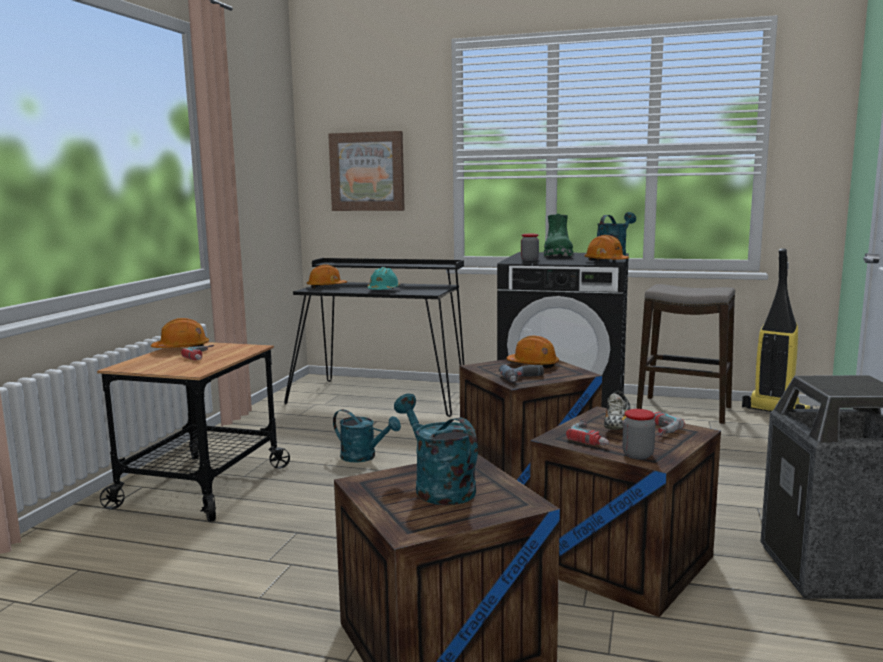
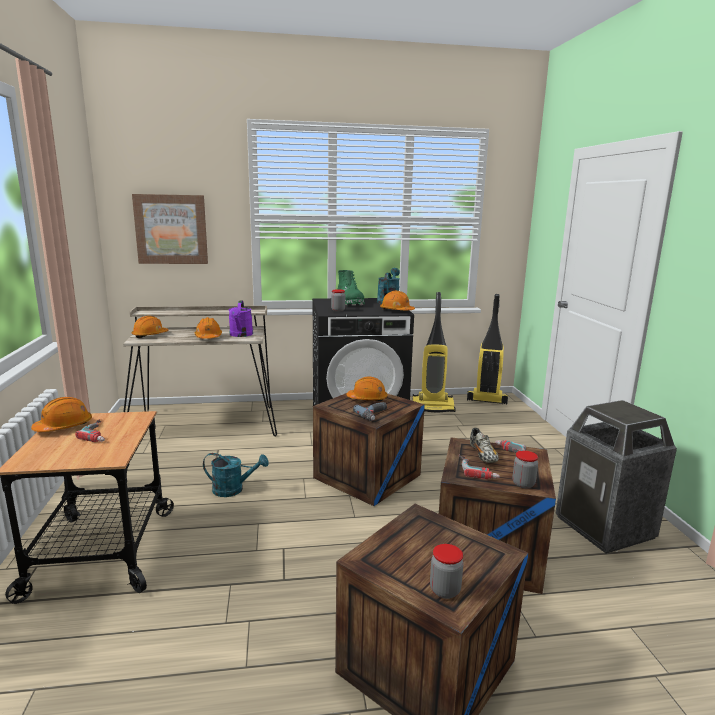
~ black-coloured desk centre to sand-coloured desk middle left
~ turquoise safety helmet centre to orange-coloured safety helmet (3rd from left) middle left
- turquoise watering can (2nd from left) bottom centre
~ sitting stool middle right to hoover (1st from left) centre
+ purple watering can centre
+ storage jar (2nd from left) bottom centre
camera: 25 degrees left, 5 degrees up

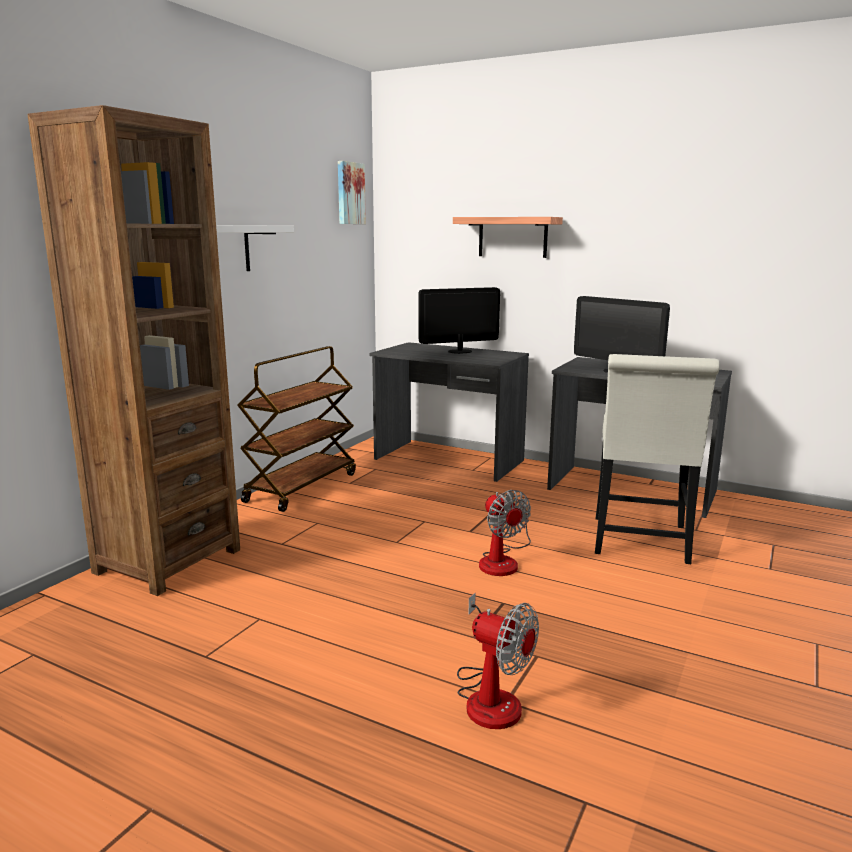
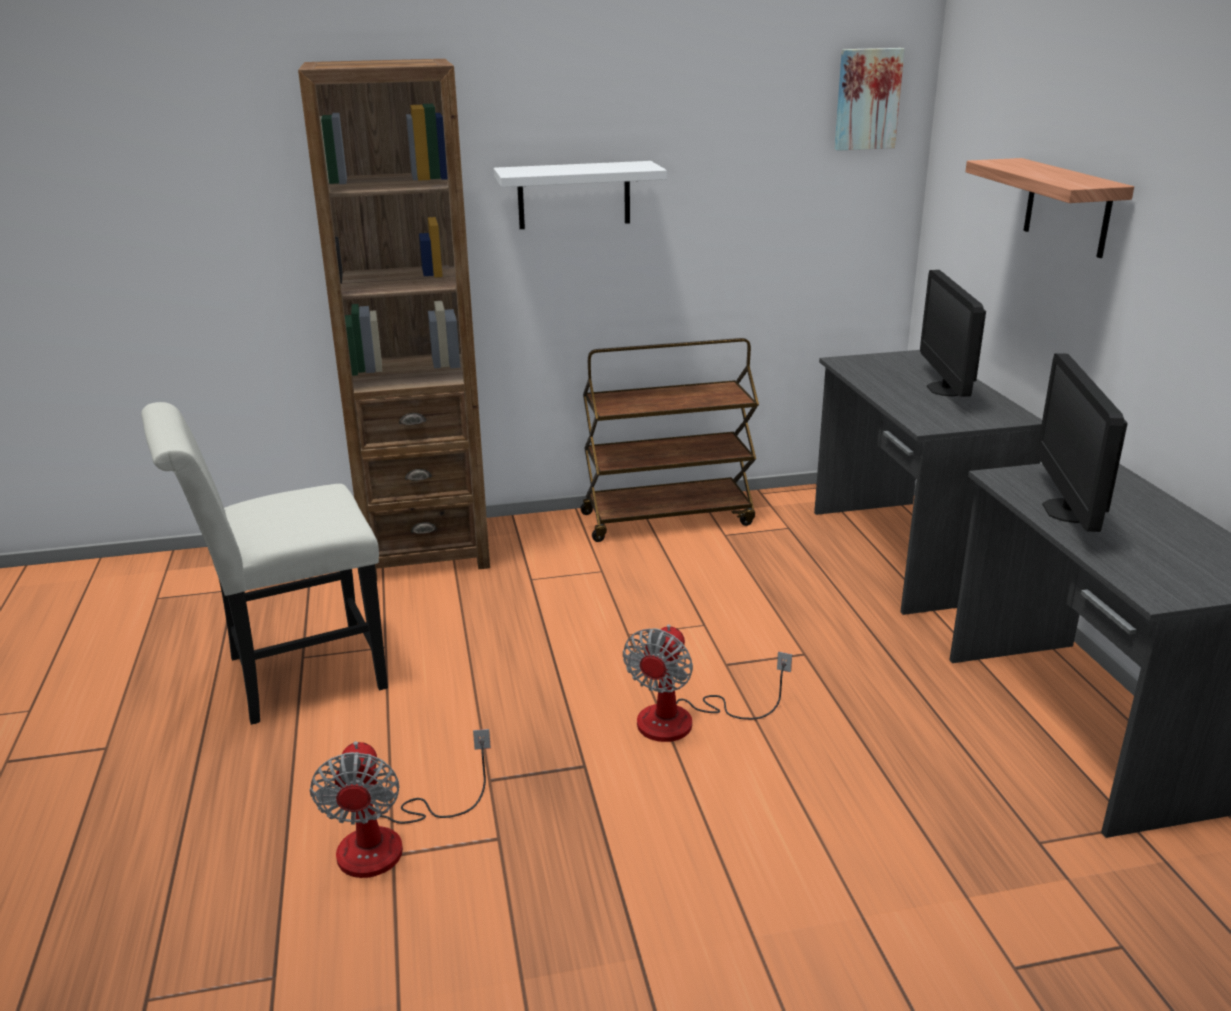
~ computer display (1st from left) centre = top right 120 degrees counterclockwise
~ white upright chair middle right to middle left
camera: 50 degrees right, 10 degrees up

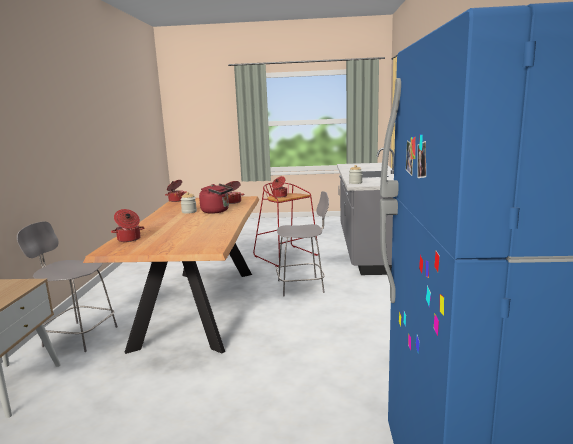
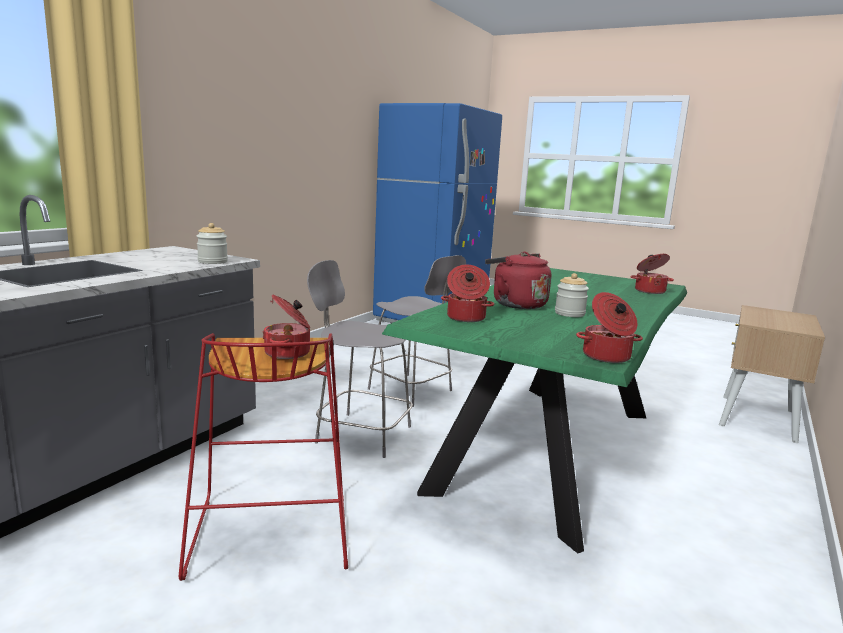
~ grey upright chair (1st from left in the first image) middle left to grey upright chair (2nd from left) centre
~ brownish dining table middle left to green-coloured dining table centre
camera: 155 degrees left, 0 degrees up

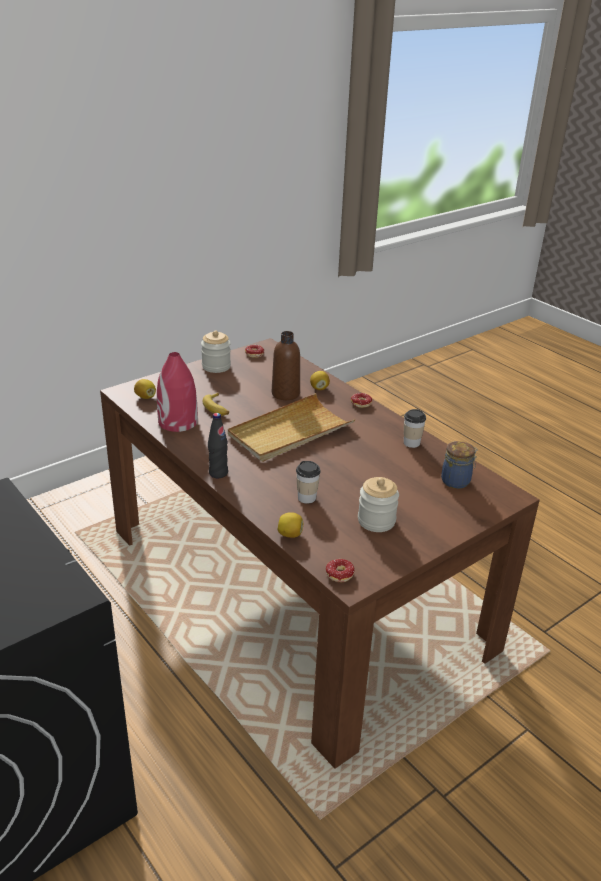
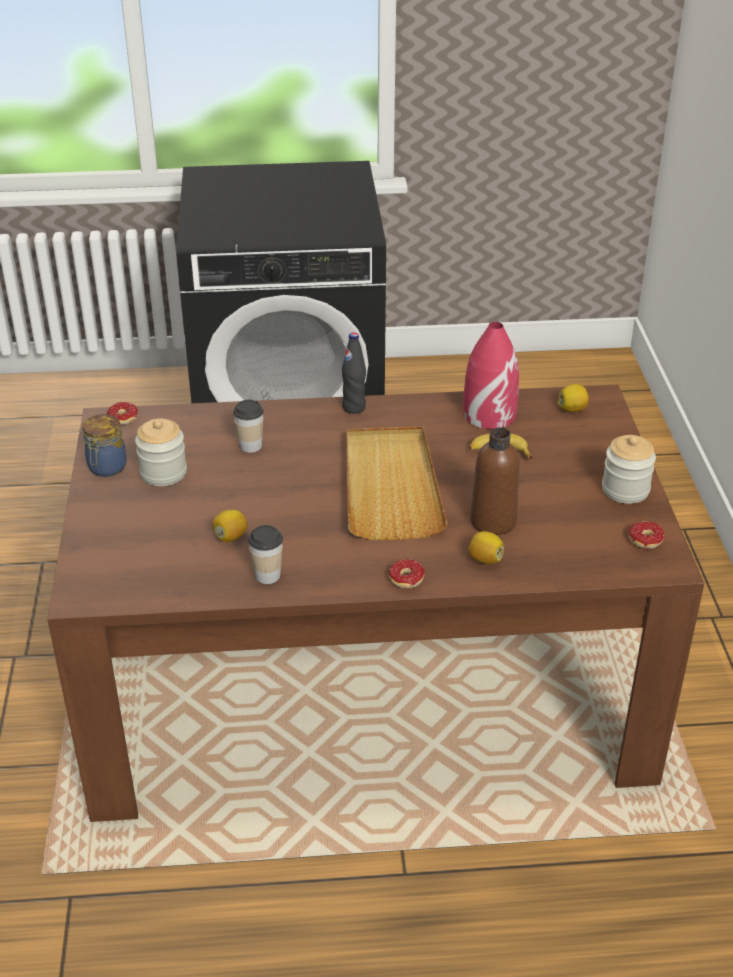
~ whole lemon (2nd from left in the first image) centre to whole lemon (1st from left) middle left
~ storage jar (3rd from left in the first image) middle right to storage jar (1st from left) middle left
camera: 125 degrees right, 5 degrees up

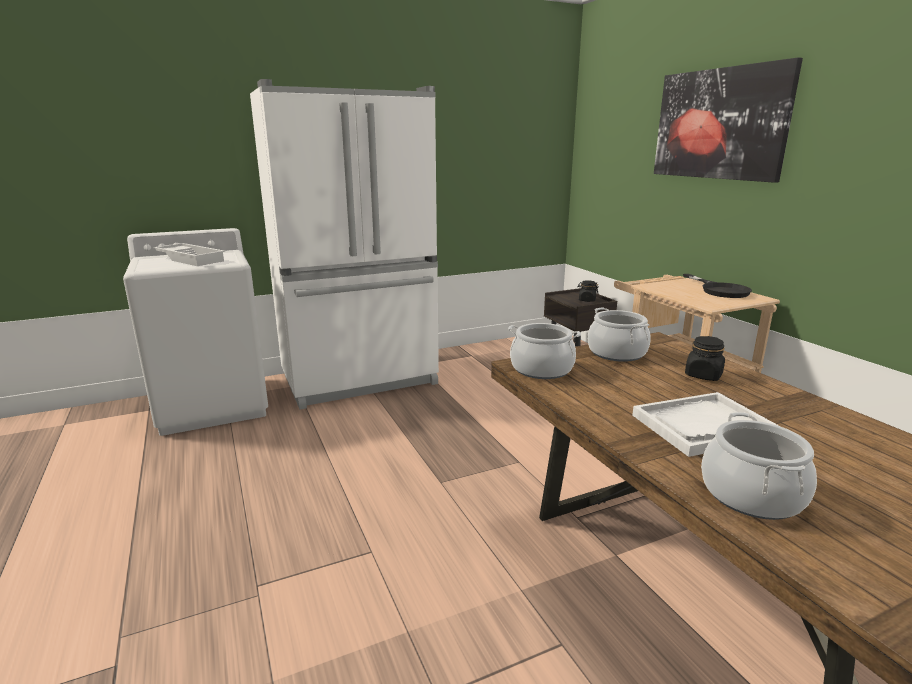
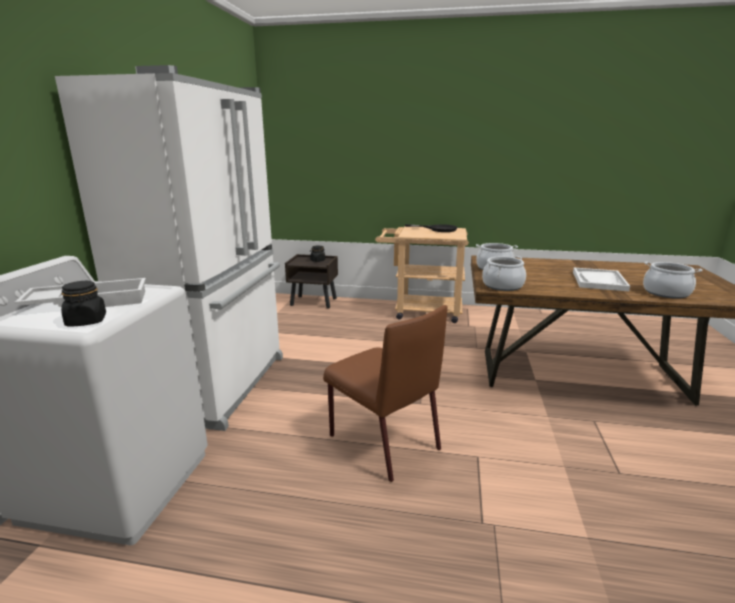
- wall art top right
~ black-coloured storage jar (2nd from left in the first image) middle right to black-coloured storage jar (1st from left) middle left
+ brownish upright chair centre
camera: 55 degrees left, 0 degrees up

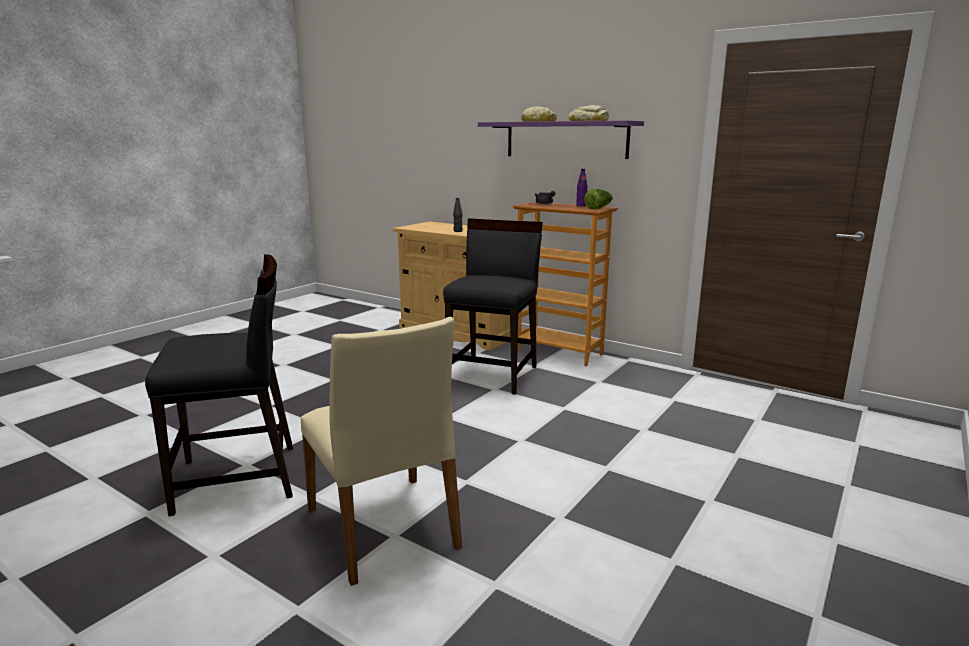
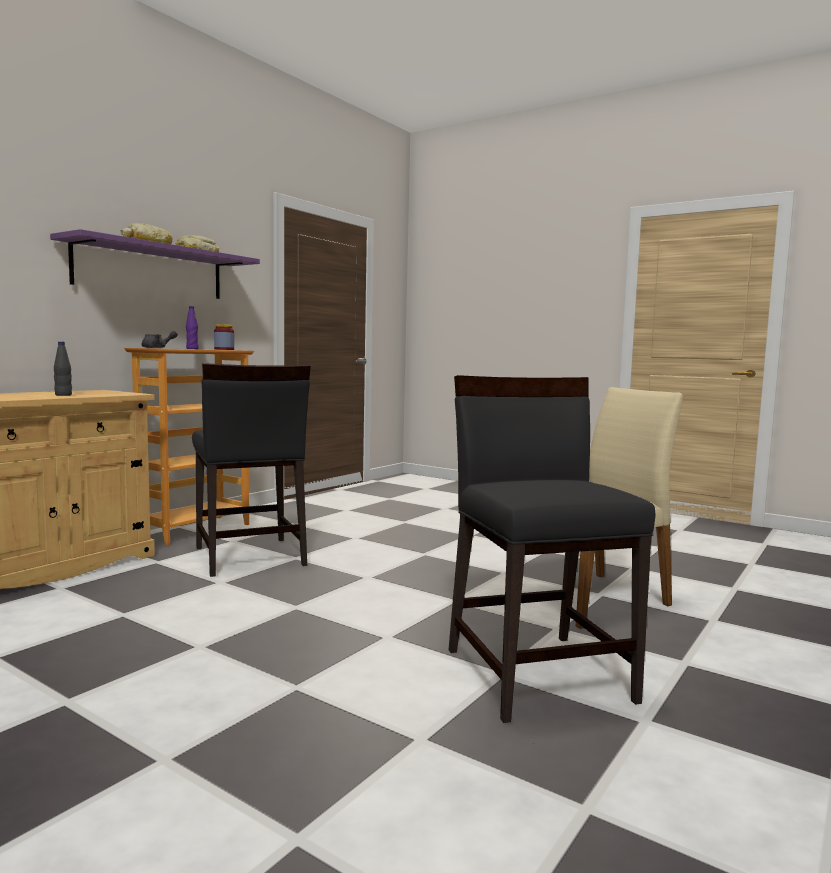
~ black-coloured upright chair (2nd from left in the first image) centre = middle left 135 degrees counterclockwise
~ lettuce top centre to storage jar middle left
camera: 90 degrees left, 10 degrees down

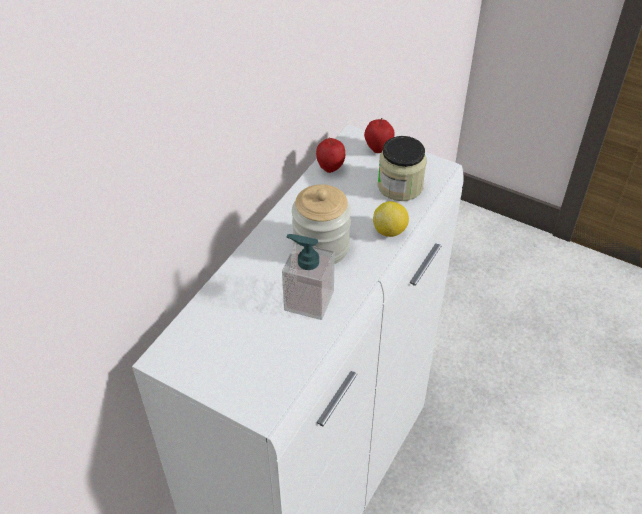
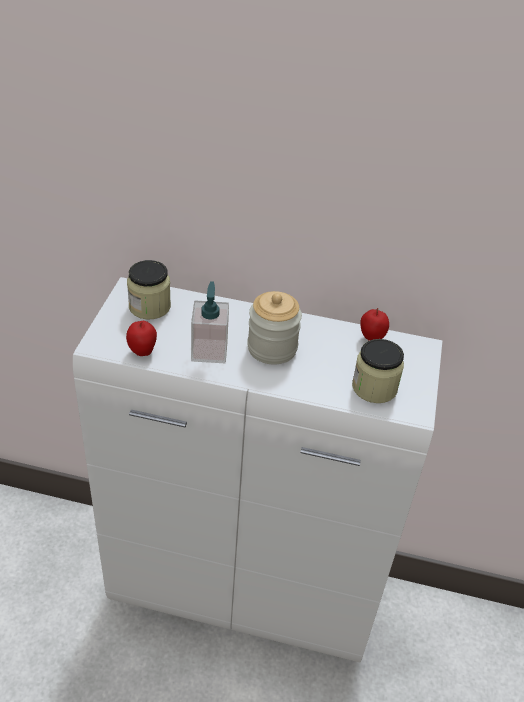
~ whole apple (2nd from left in the first image) top centre to whole apple (1st from left) middle left
- whole lemon centre
+ storage jar (1st from left) middle left
camera: 70 degrees right, 5 degrees down

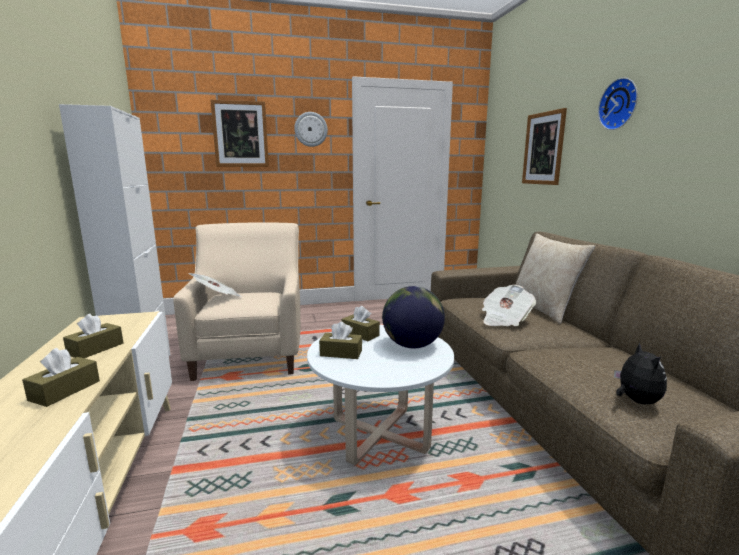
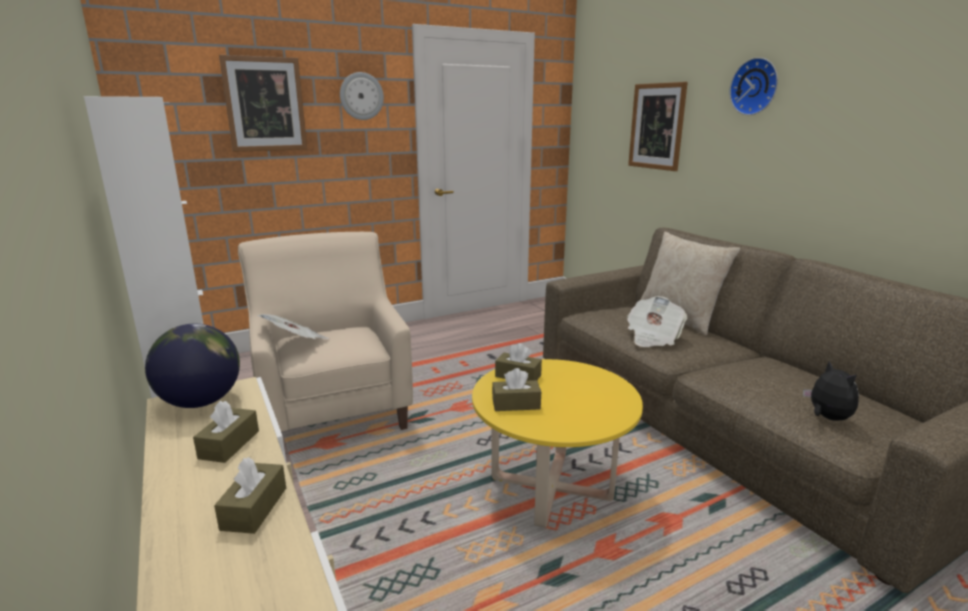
~ white low table bottom centre to yellowish low table bottom centre
~ desk globe centre to middle left
camera: 15 degrees left, 5 degrees up

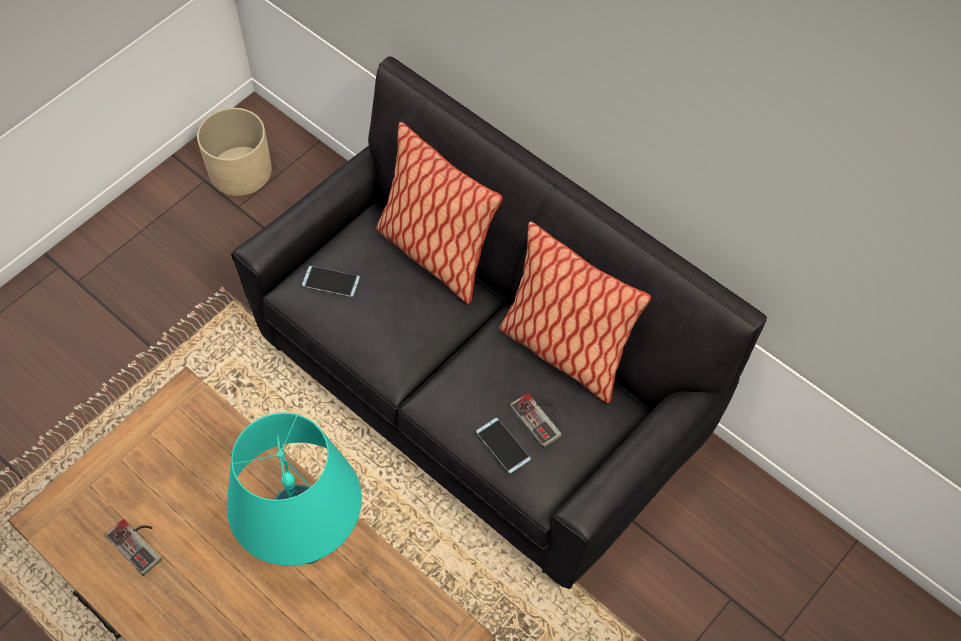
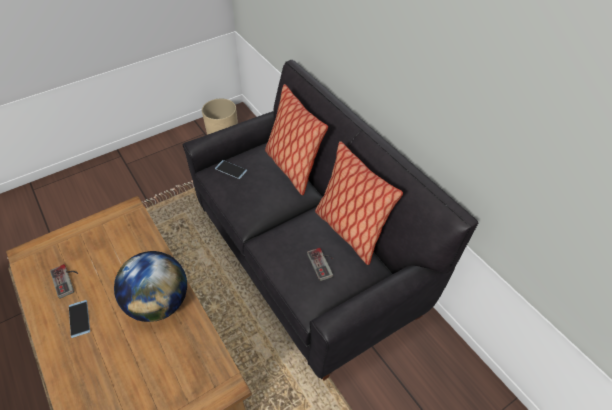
~ turquoise table lamp bottom left to desk globe bottom left
~ handset (2nd from left in the first image) bottom centre to handset (1st from left) bottom left
camera: 15 degrees right, 10 degrees down

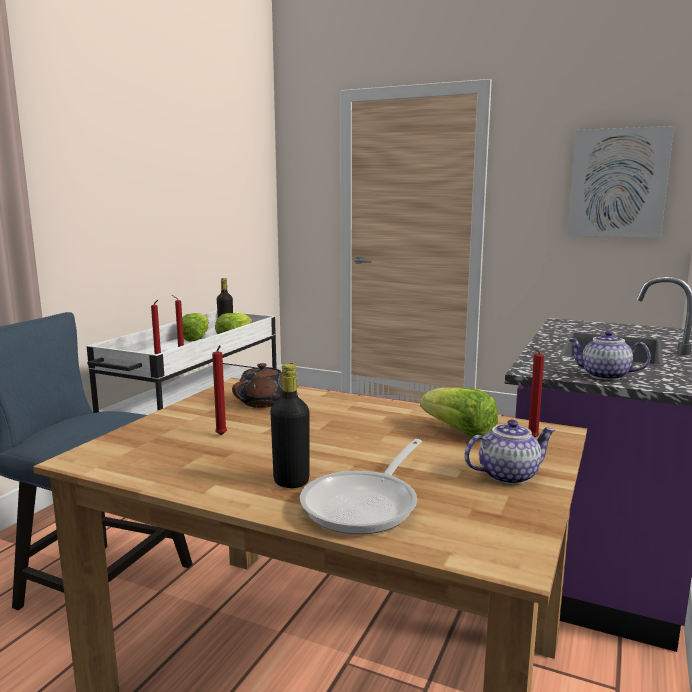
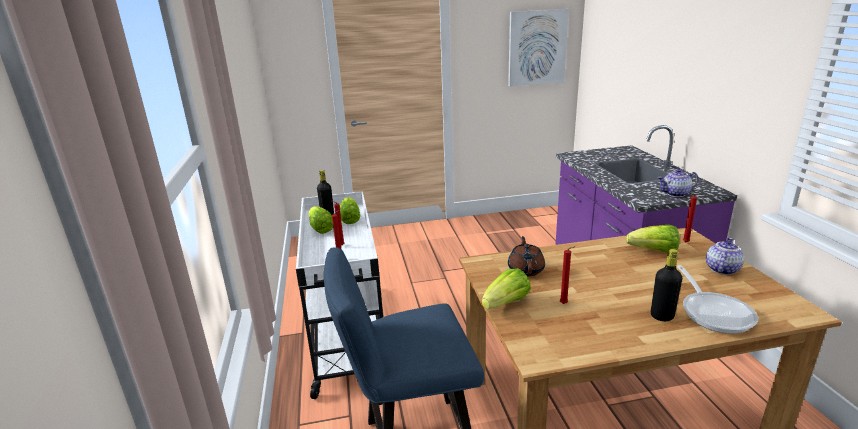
+ lettuce (3rd from left) bottom centre
camera: 35 degrees left, 10 degrees up

